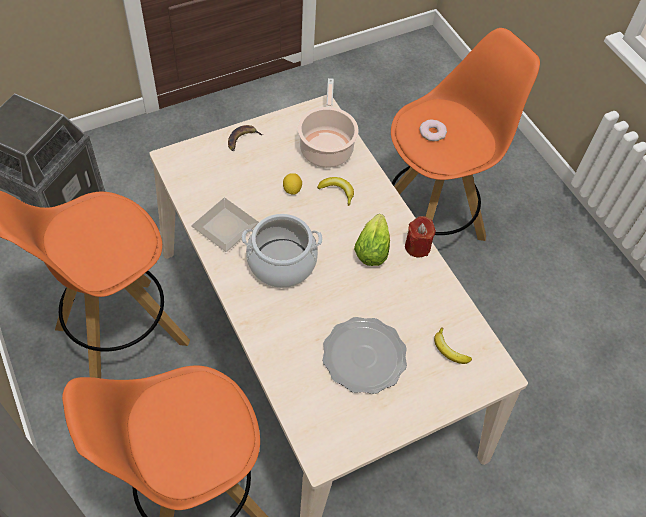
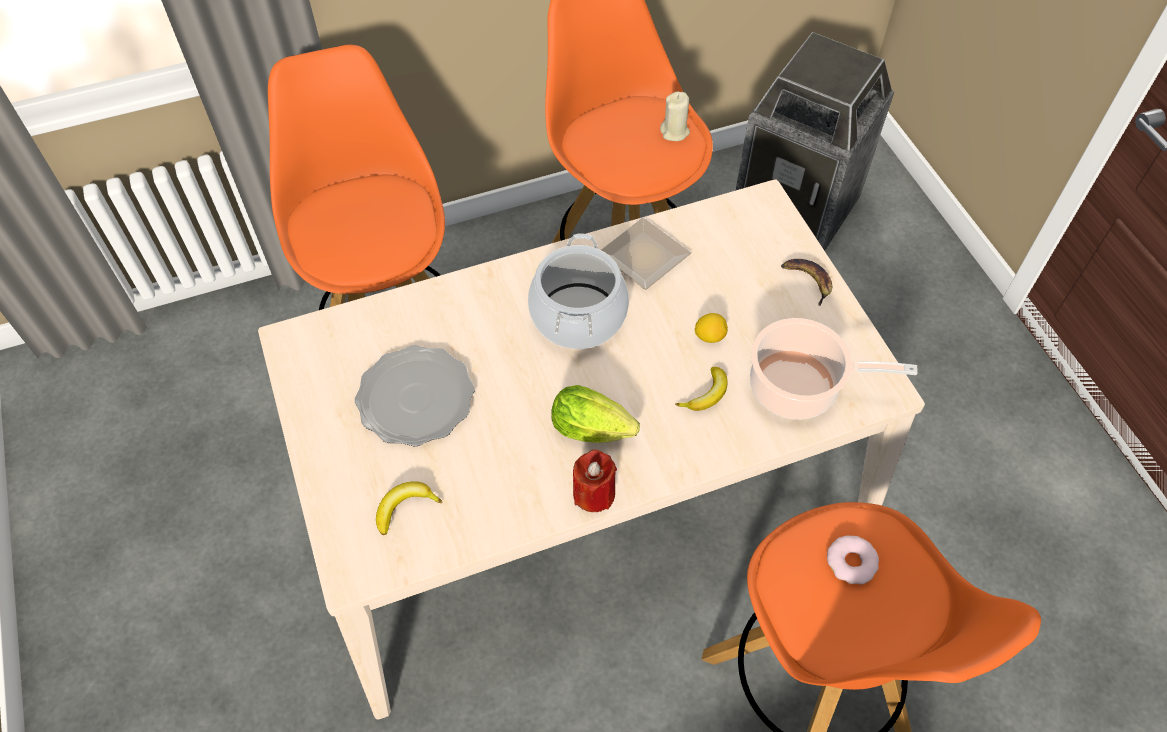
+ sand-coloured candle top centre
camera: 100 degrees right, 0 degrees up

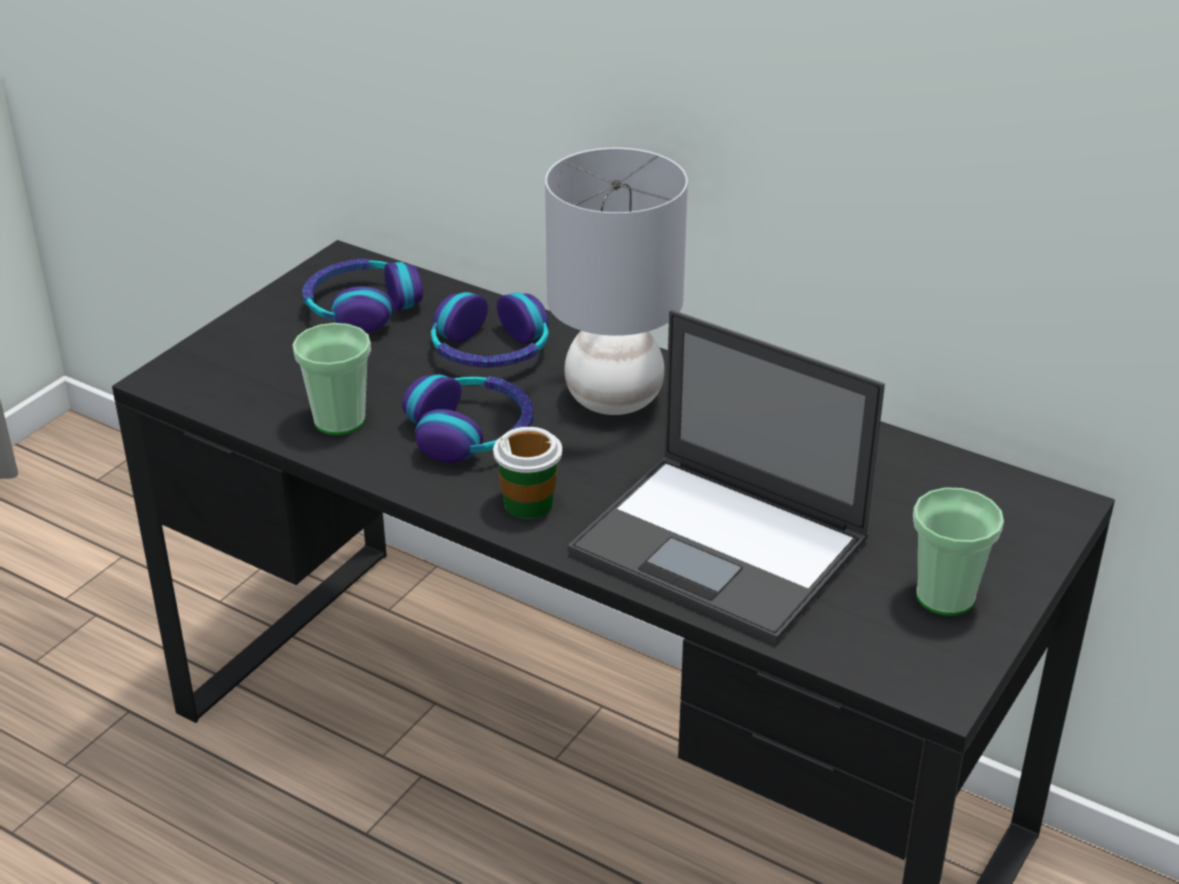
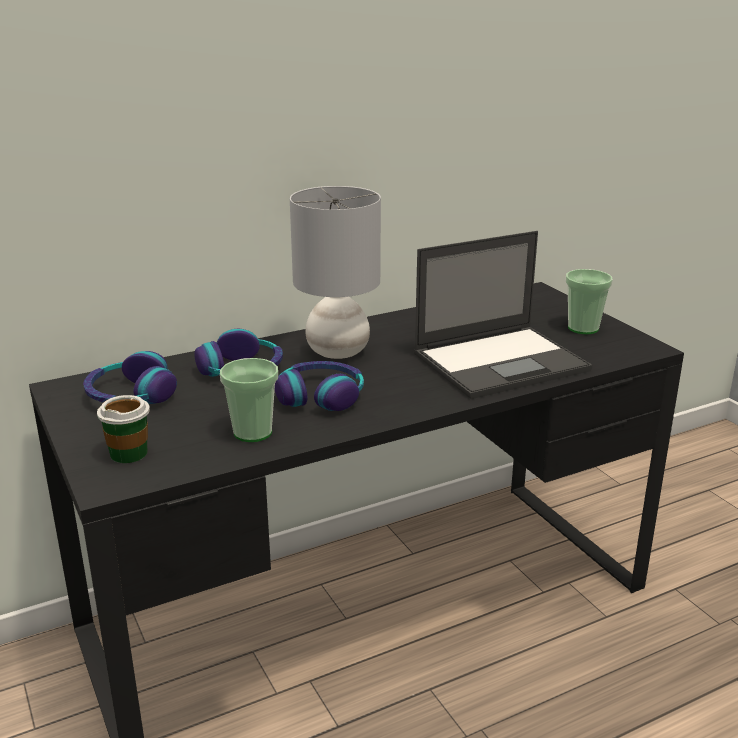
~ drinking cup (2nd from left in the first image) centre to drinking cup (1st from left) middle left
camera: 60 degrees left, 10 degrees down

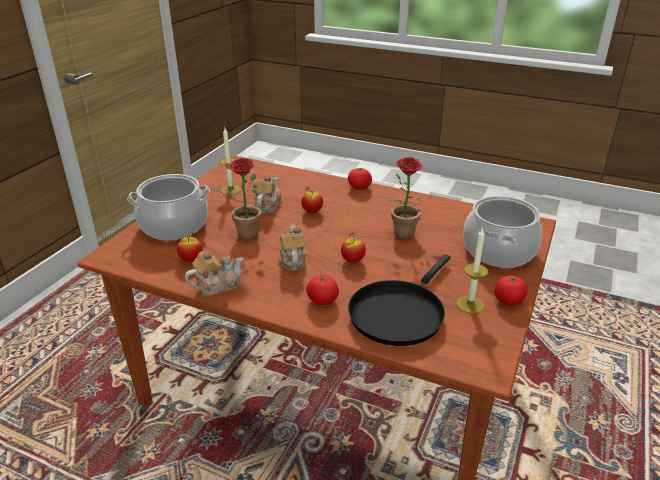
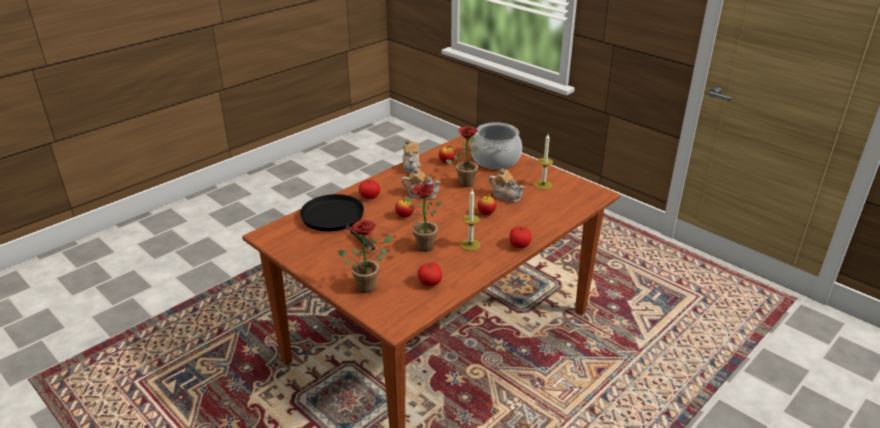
~ candle (2nd from left in the first image) middle right to candle (1st from left) centre
~ stockpot (2nd from left) middle right to houseplant (1st from left) centre
~ whole tomato (3rd from left in the first image) middle right to whole tomato (2nd from left) centre
camera: 110 degrees right, 0 degrees up

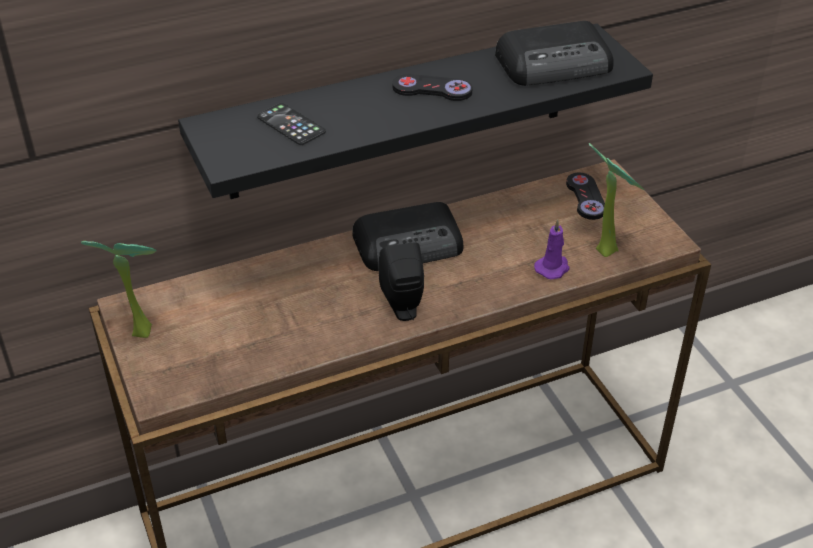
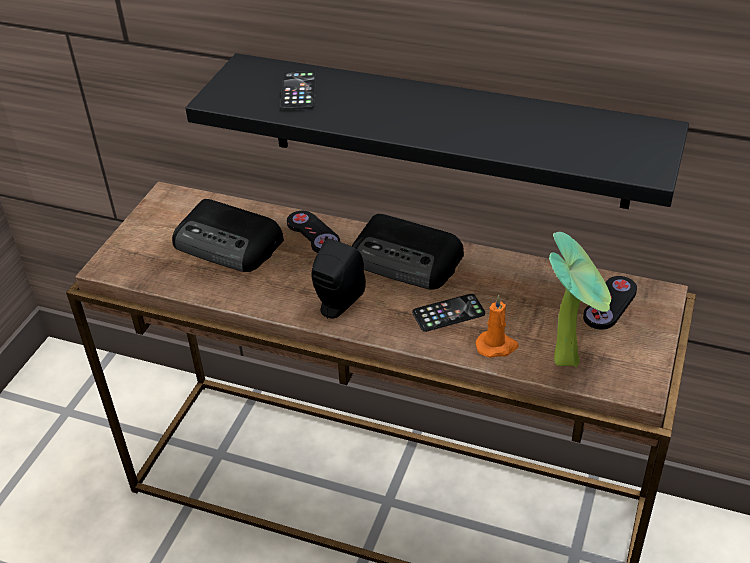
- houseplant (1st from left) middle left
~ black-coloured gamepad (1st from left) top centre to centre
~ radio (2nd from left in the first image) top right to radio (1st from left) middle left
~ purple candle middle right to orange-coloured candle centre
+ handset (2nd from left) centre
camera: 45 degrees right, 0 degrees up

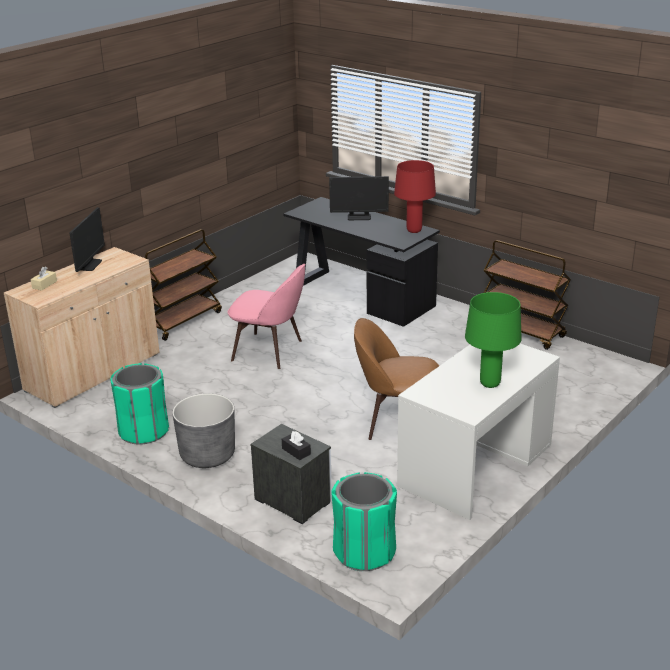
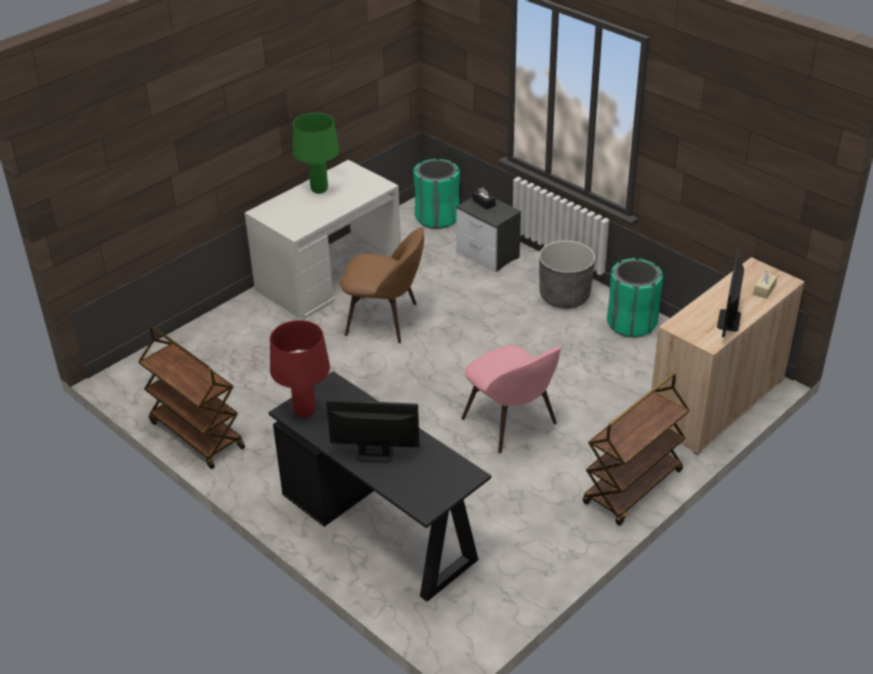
~ pink upright chair centre = centre 150 degrees counterclockwise
camera: 175 degrees left, 10 degrees up

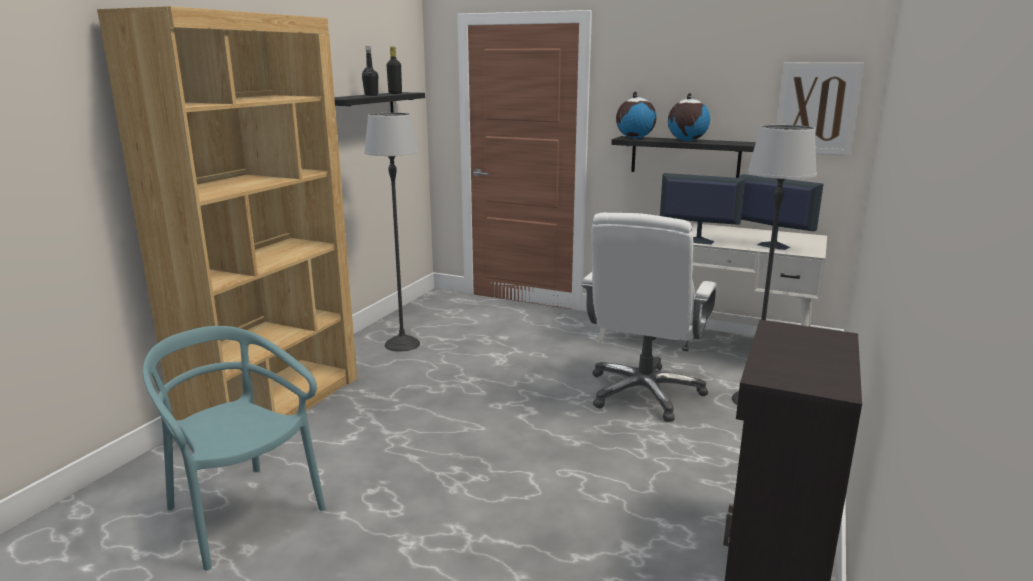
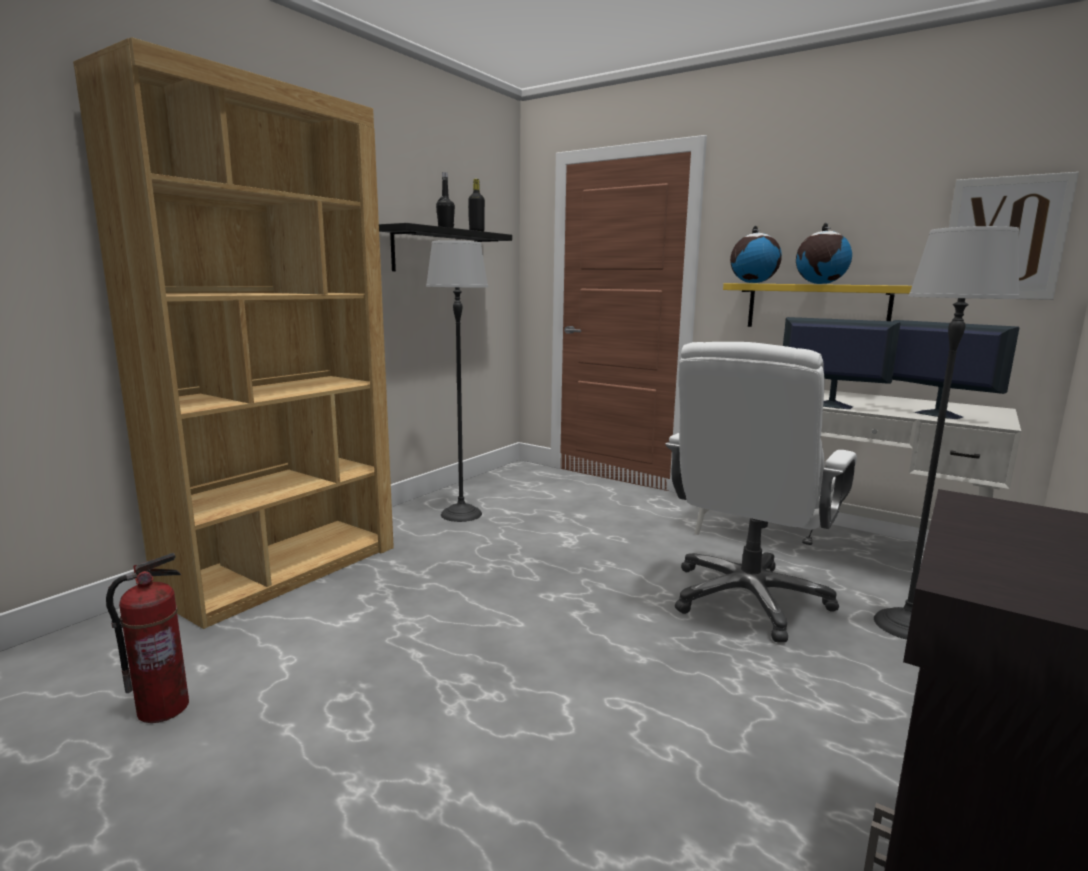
~ turquoise upright chair bottom left to extinguisher bottom left
~ black-coloured bracket shelf (2nd from left) top centre to yellowish bracket shelf middle right
camera: 10 degrees right, 5 degrees down

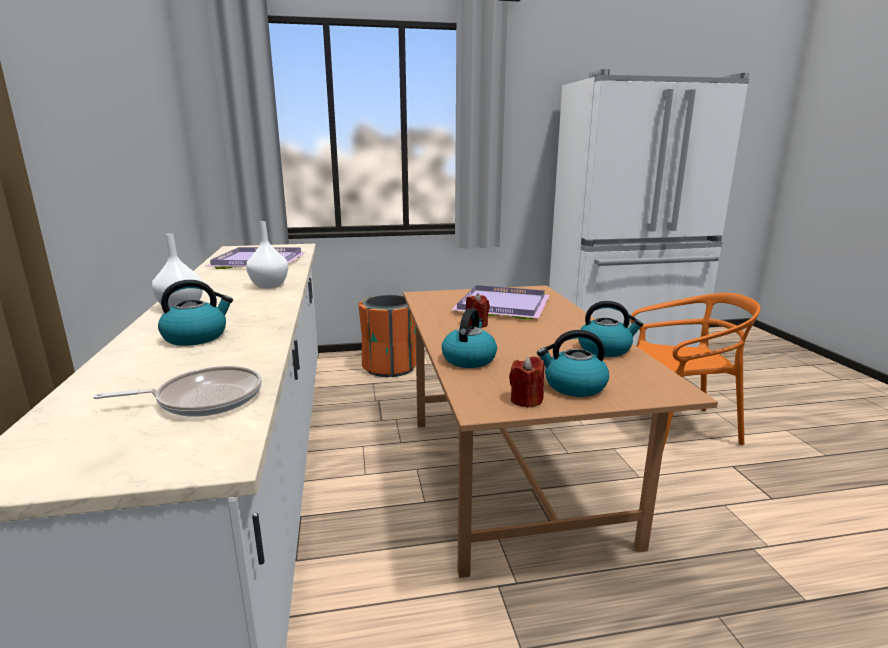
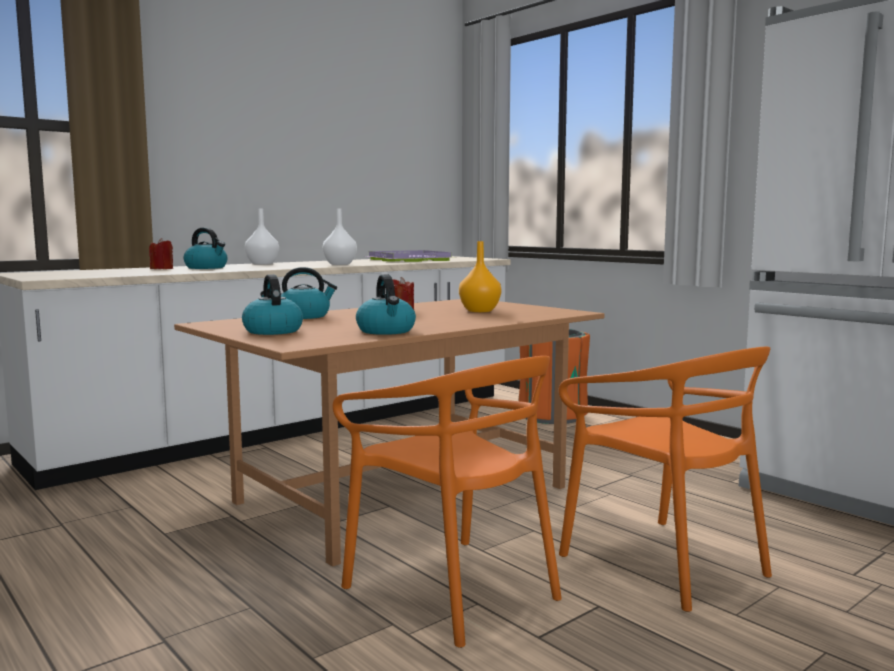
- frying pan middle left
~ purple tray (2nd from left) centre to orange-coloured vase centre
~ red candle (2nd from left in the first image) centre to red candle (1st from left) middle left
+ orange-coloured upright chair (1st from left) bottom centre
camera: 60 degrees right, 10 degrees down

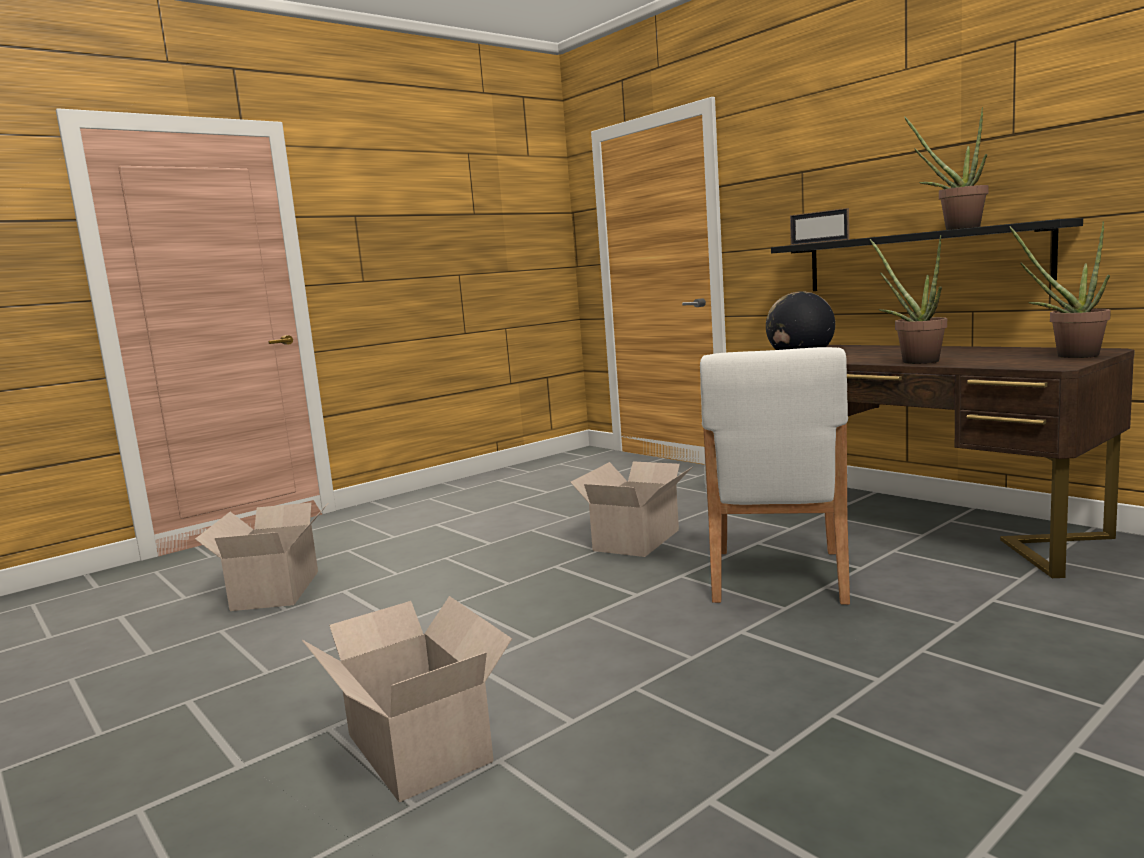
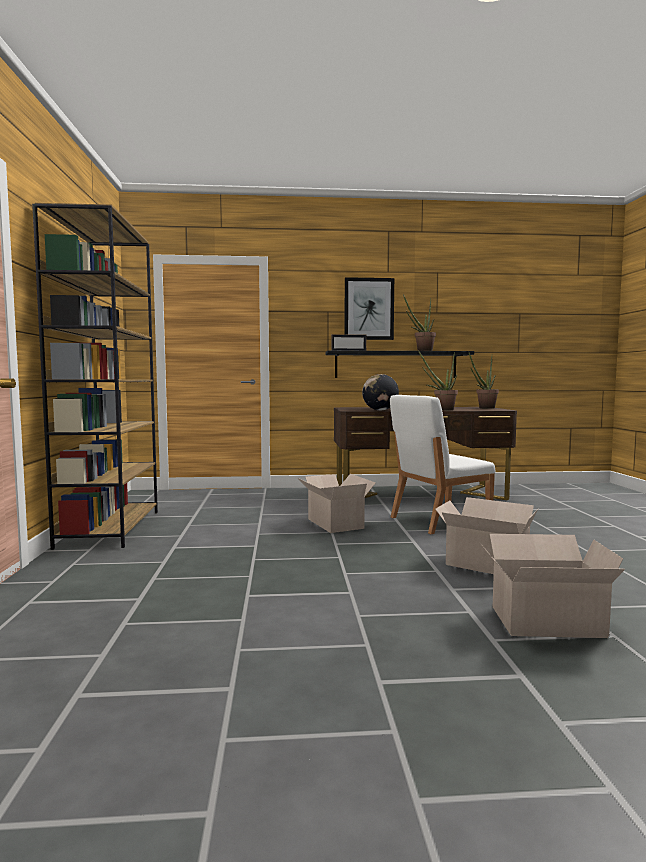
~ carton (1st from left in the first image) middle left to carton (2nd from left) middle right
~ white upright chair middle right = middle right 105 degrees clockwise
+ brownish bookshelf middle left
+ wall art centre
camera: 55 degrees left, 5 degrees down

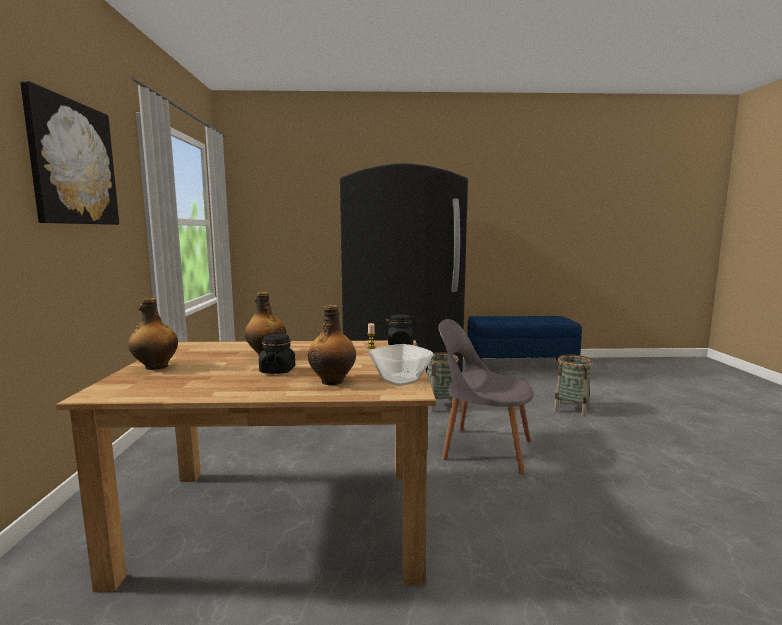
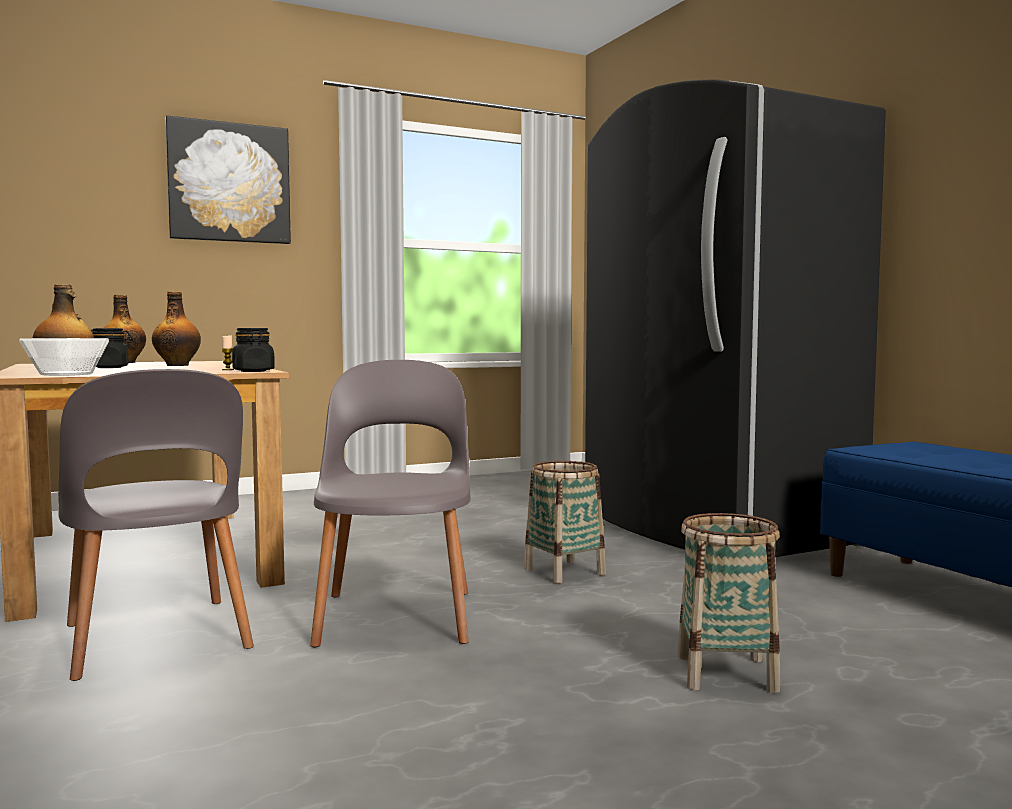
+ grey upright chair (1st from left) middle left
camera: 65 degrees right, 5 degrees down

